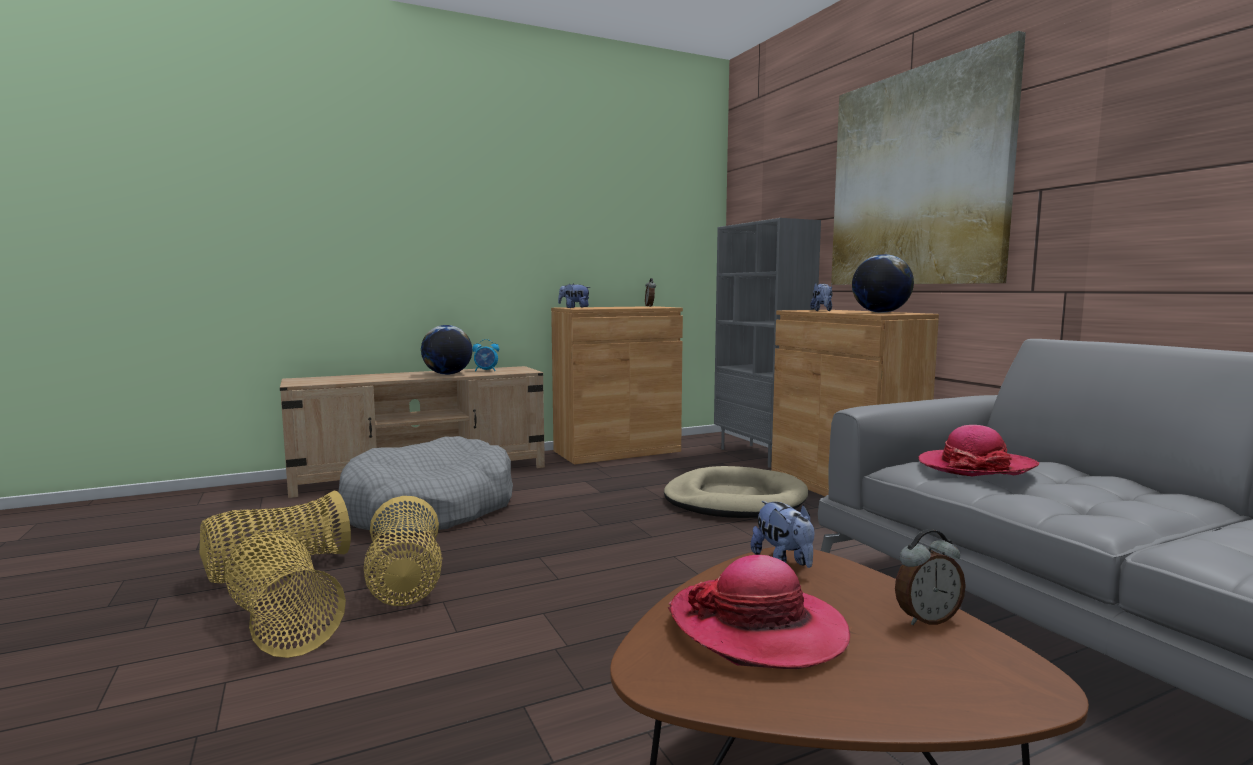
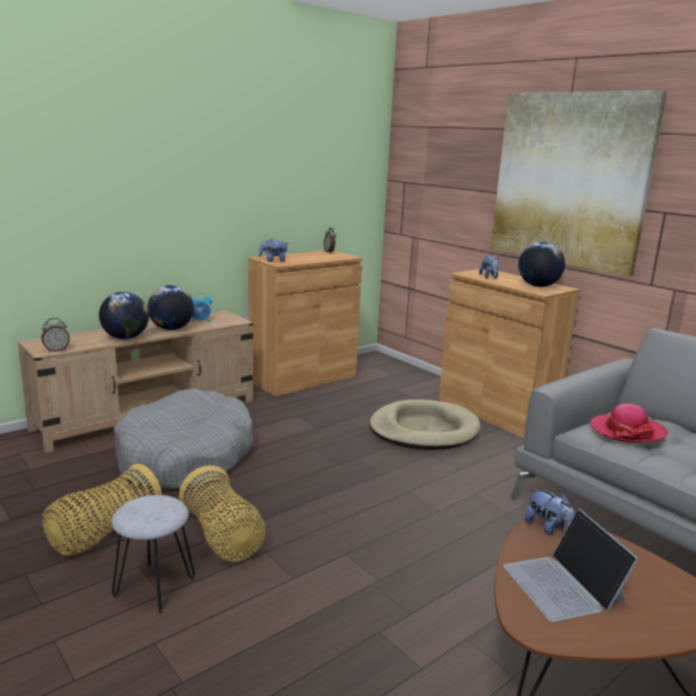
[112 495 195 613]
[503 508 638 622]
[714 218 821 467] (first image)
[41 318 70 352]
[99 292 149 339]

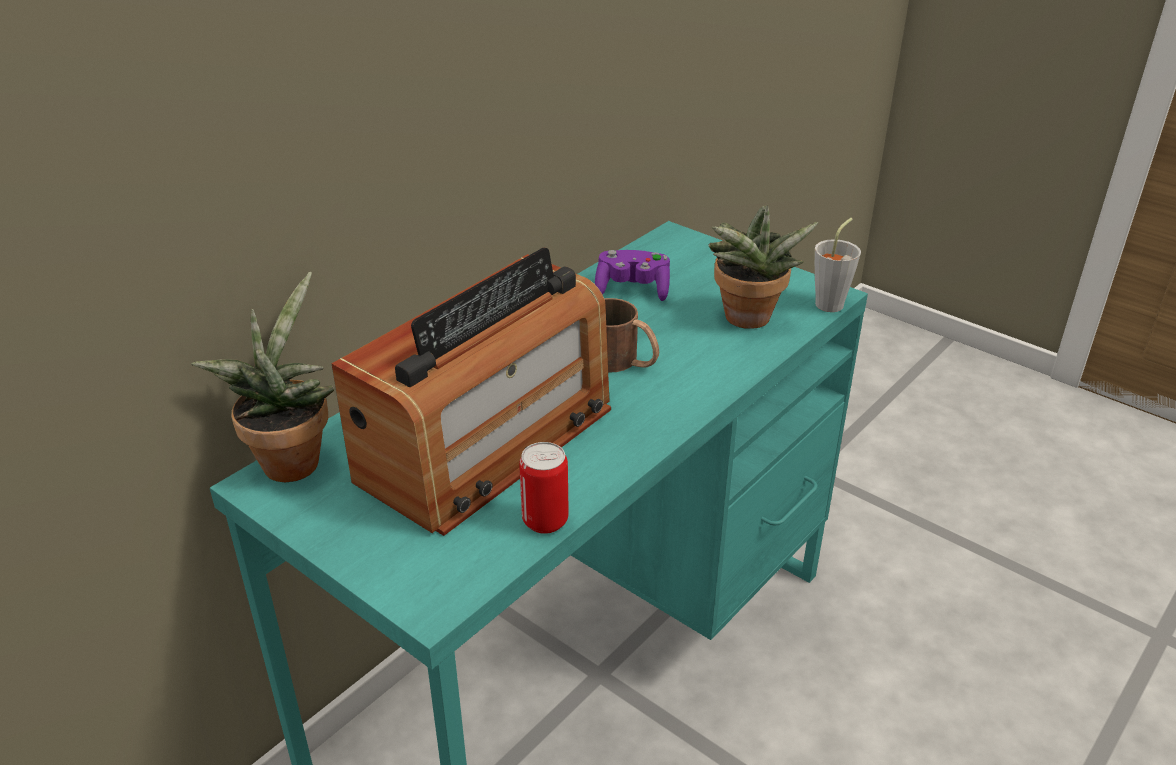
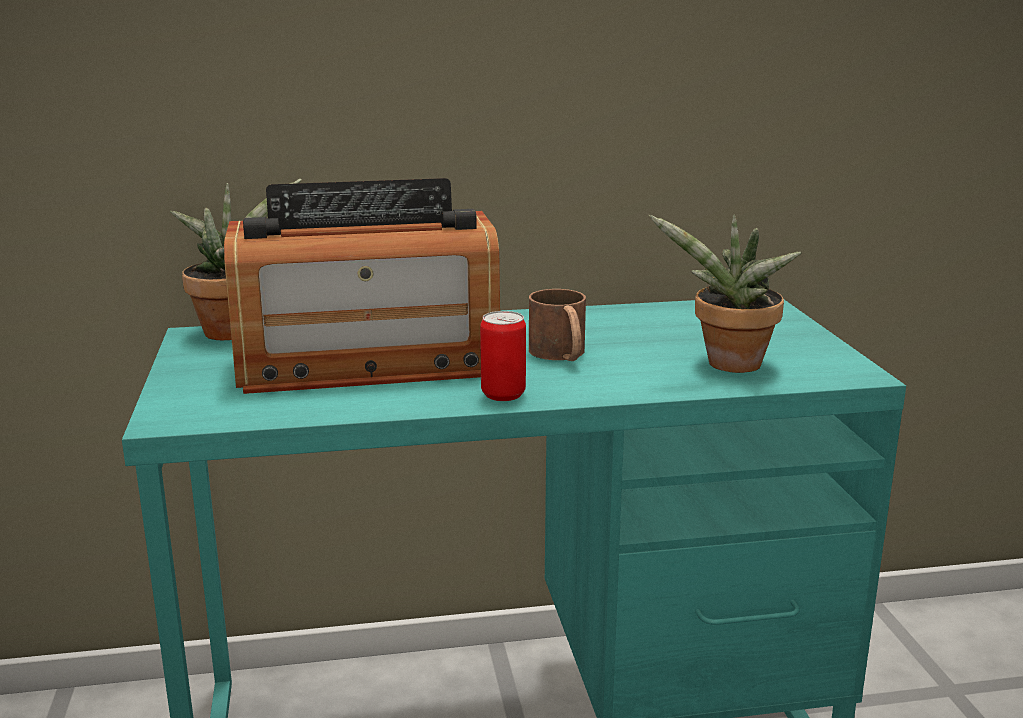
[480 311 526 401]
[595 250 670 301] (first image)
[814 218 861 312] (first image)

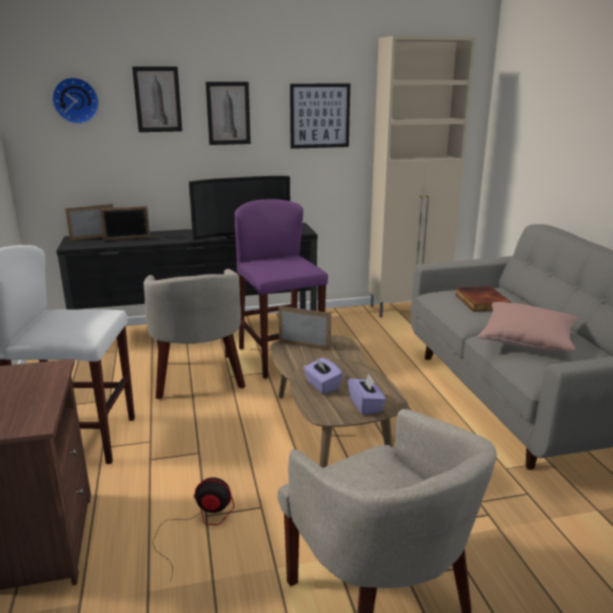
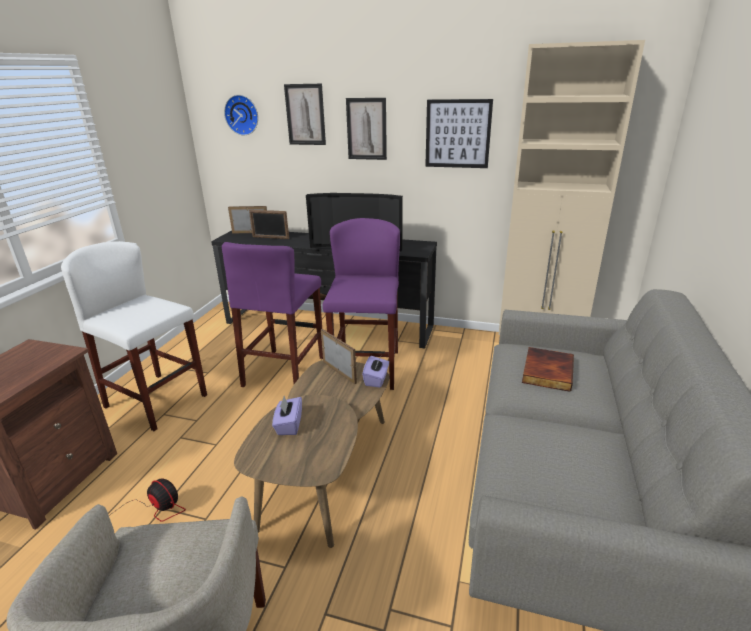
[222 242 323 387]
[362 356 389 388]
[478 302 579 352] (first image)

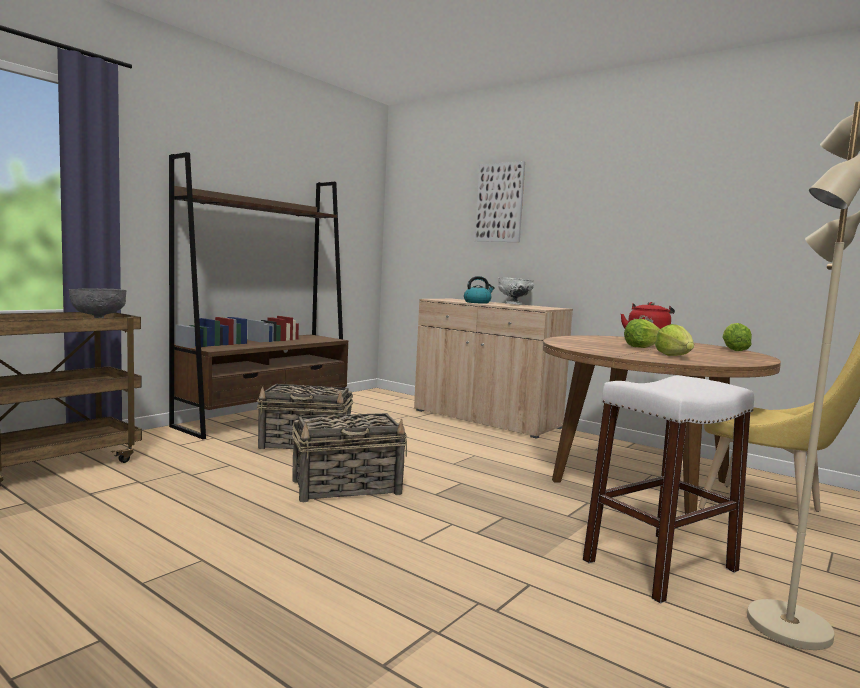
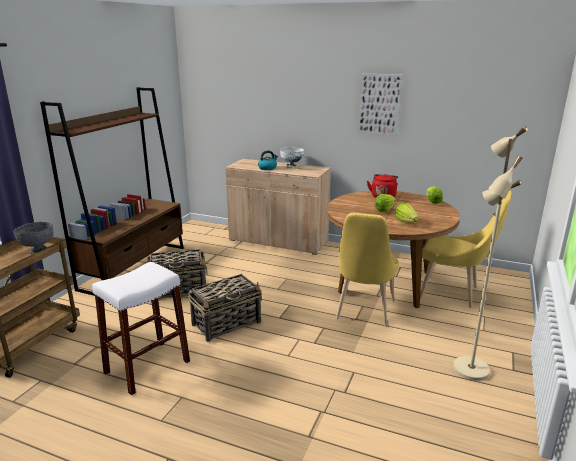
[359 73 402 136]
[92 262 190 396]
[336 213 399 327]

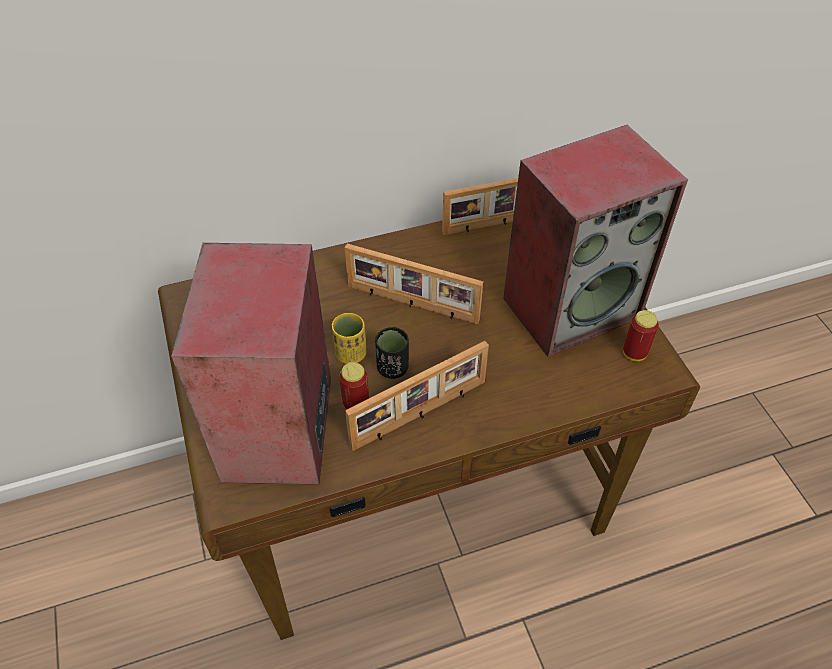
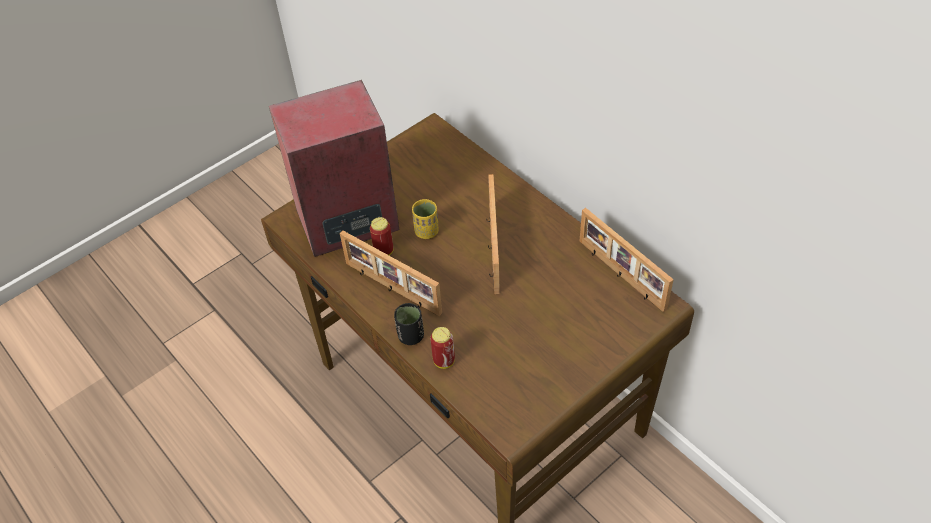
[394 303 424 345]
[503 125 688 357] (first image)
[430 327 455 369]

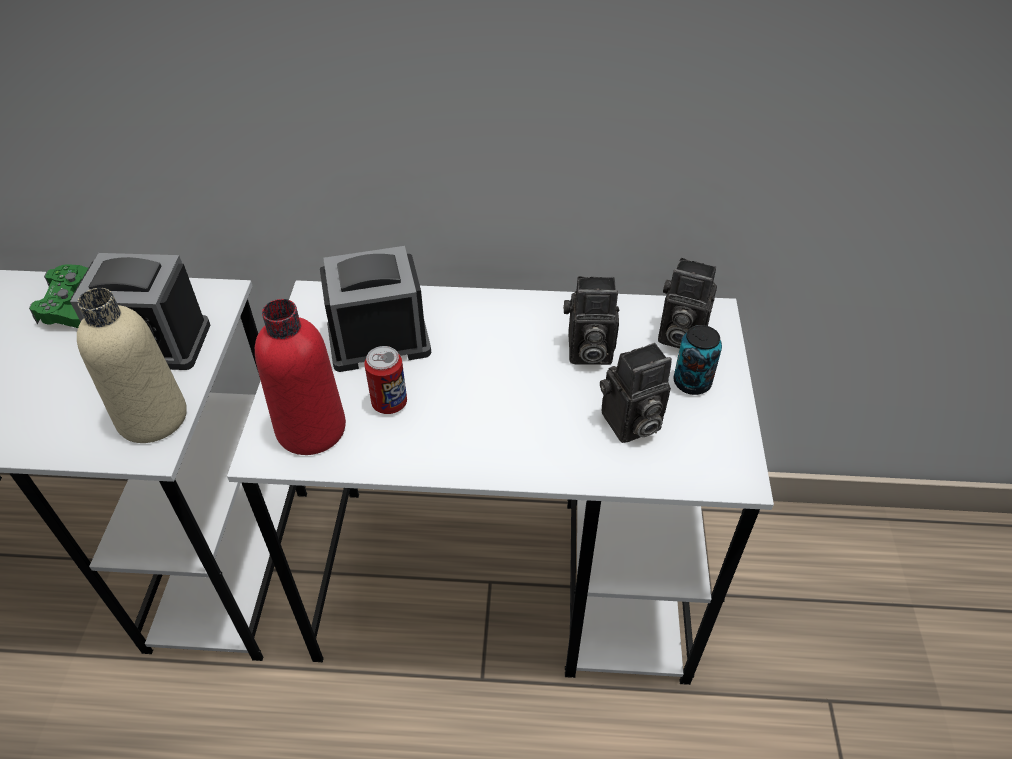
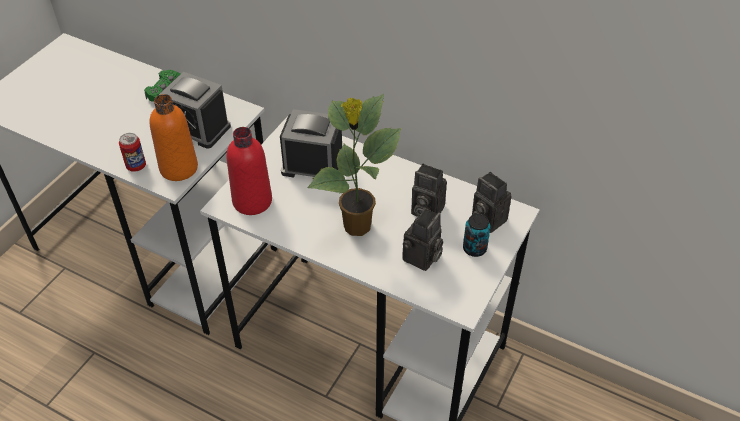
[150 94 198 181]
[119 133 146 172]
[402 208 443 271]
[307 94 401 236]

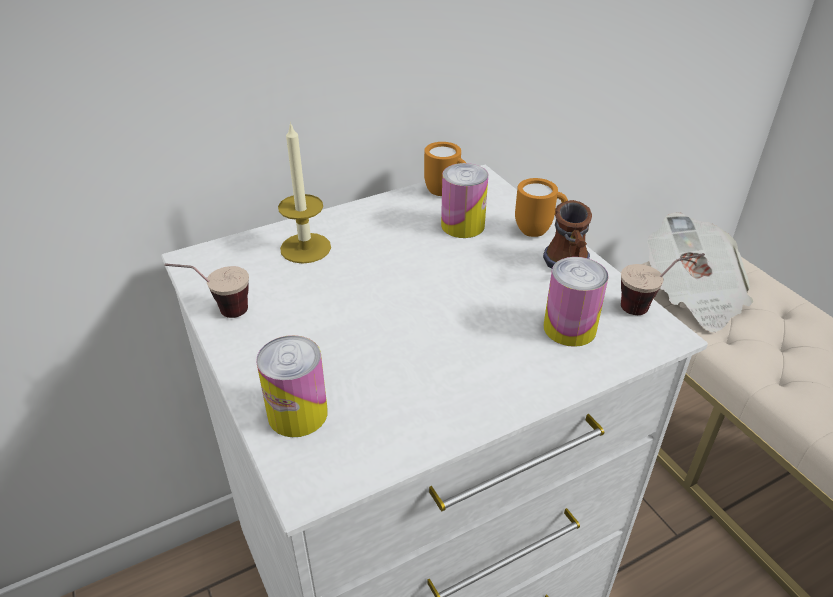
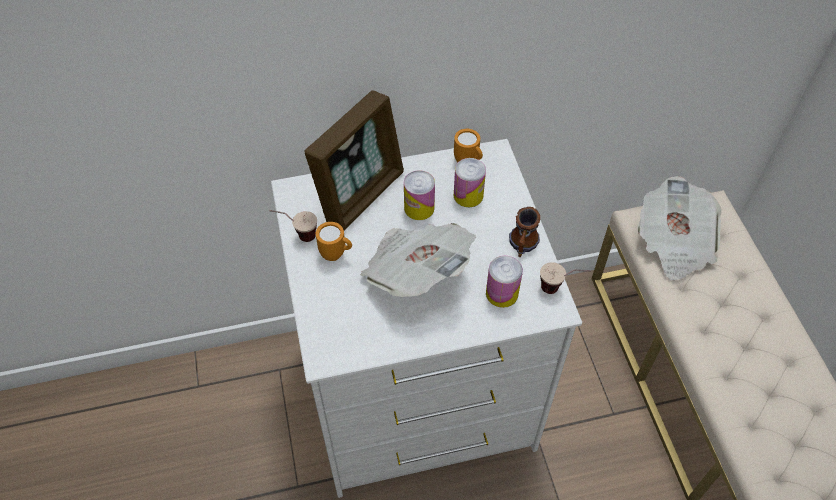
[404 170 435 220]
[304 90 404 231]
[316 222 352 261]
[360 223 476 297]

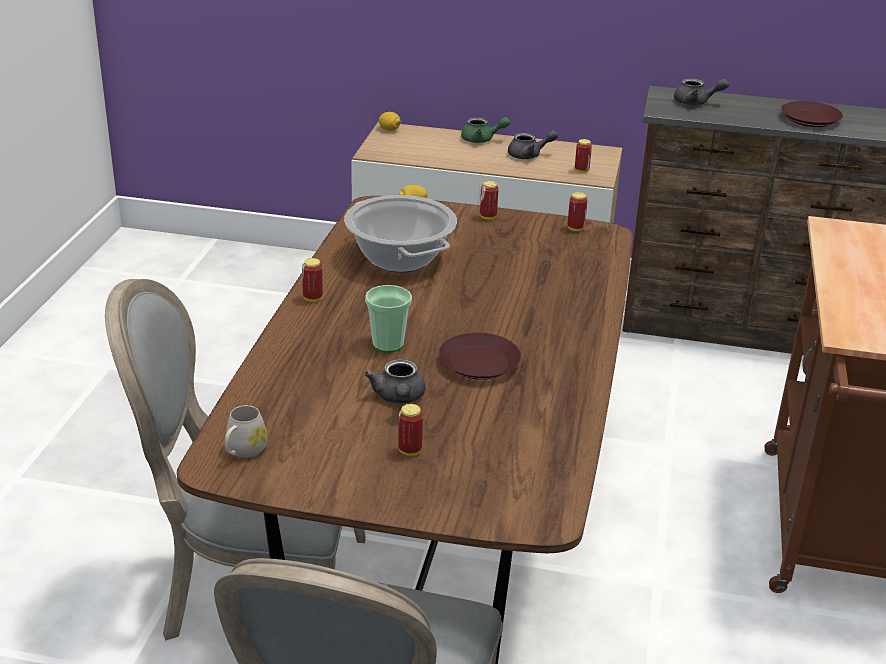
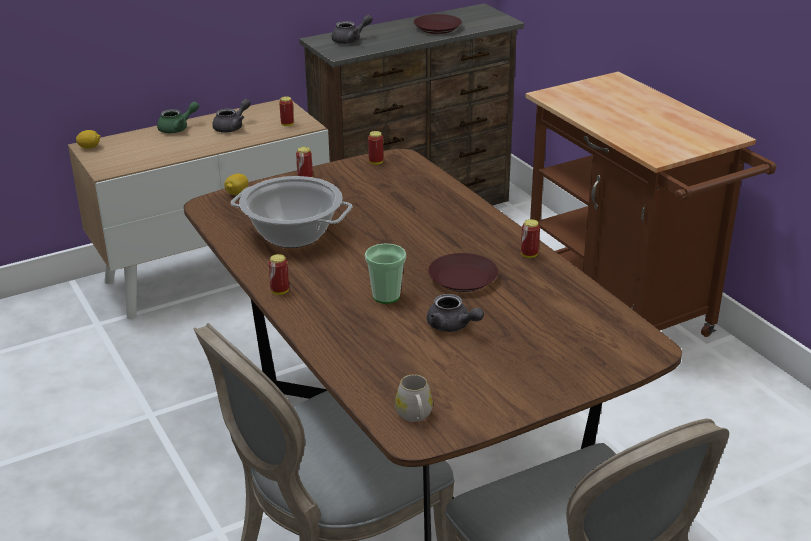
[521 219 540 258]

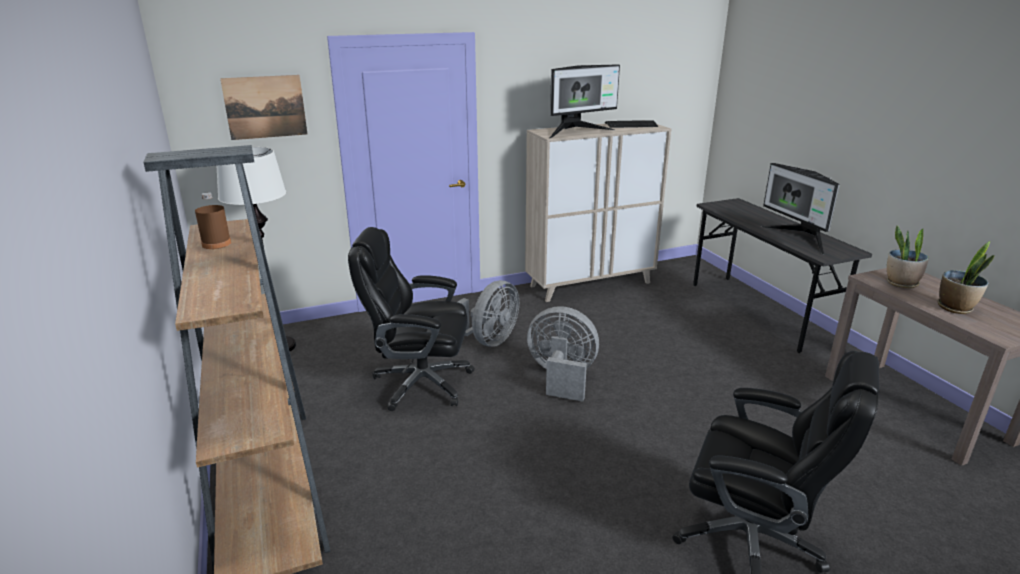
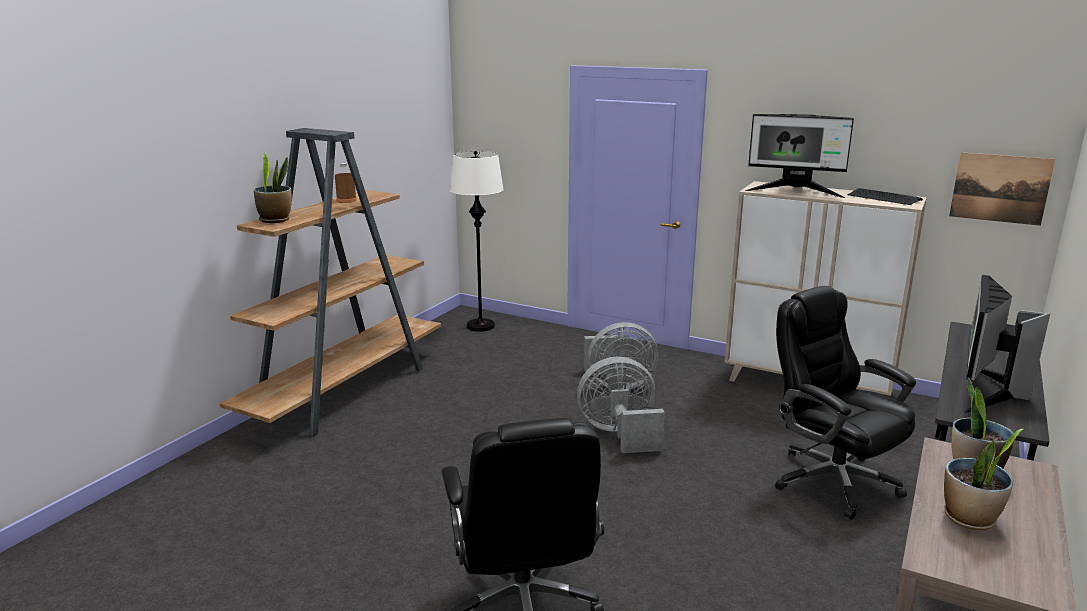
[949 152 1055 226]
[775 286 916 520]
[577 357 665 453]
[254 152 292 223]

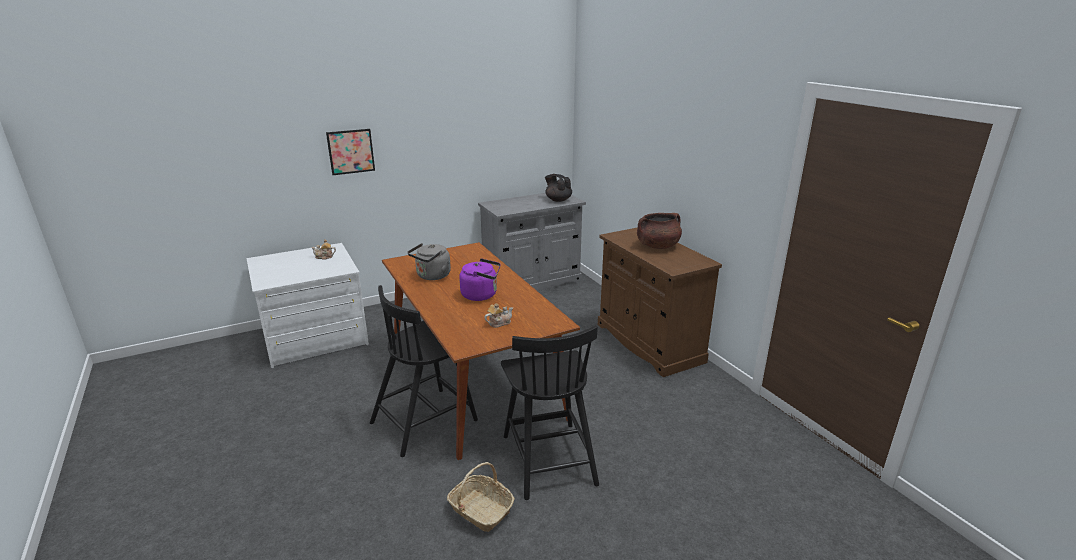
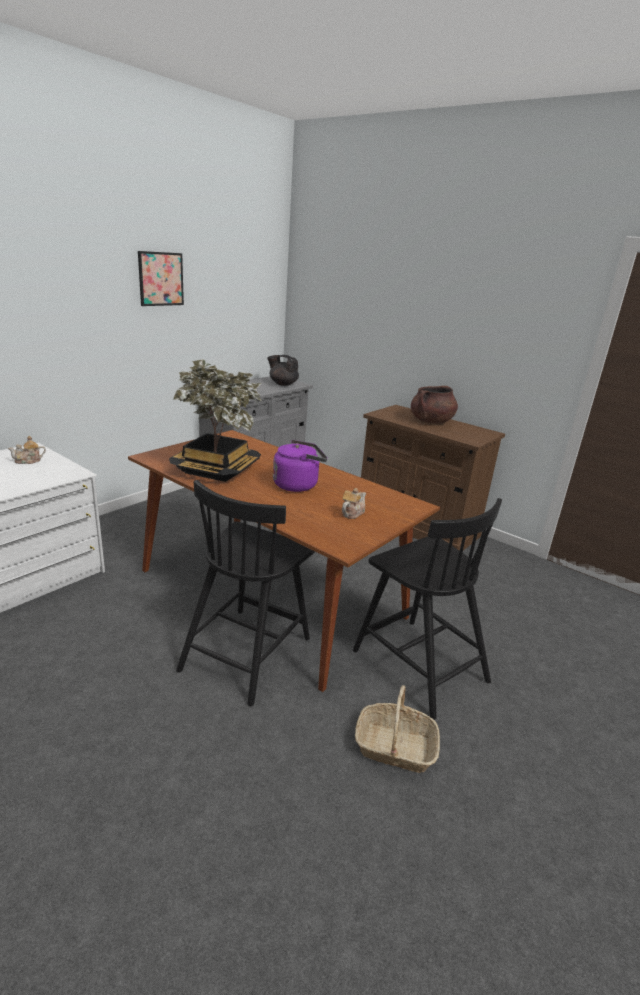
[138 251 184 306]
[169 359 262 482]

